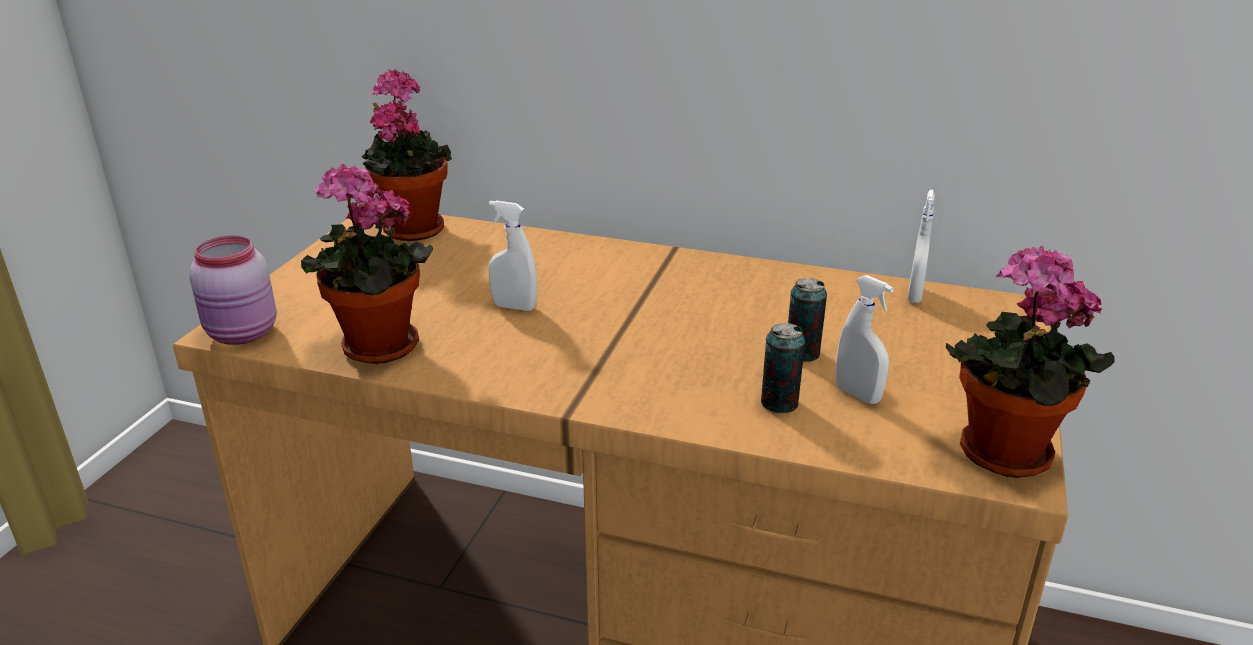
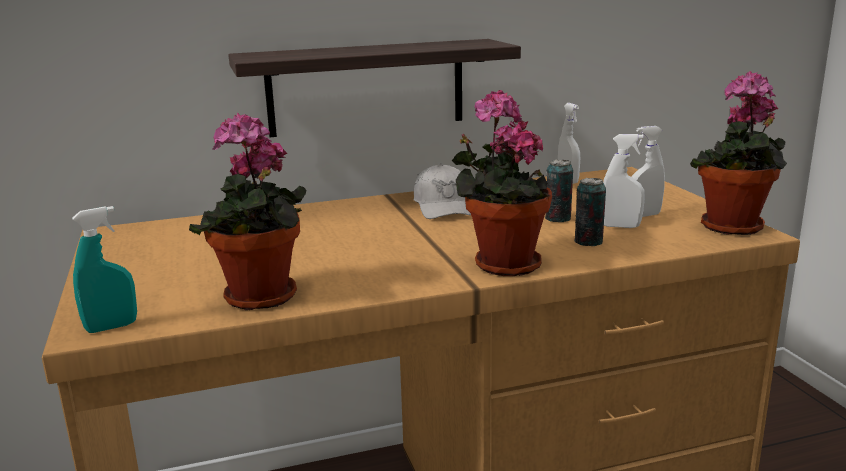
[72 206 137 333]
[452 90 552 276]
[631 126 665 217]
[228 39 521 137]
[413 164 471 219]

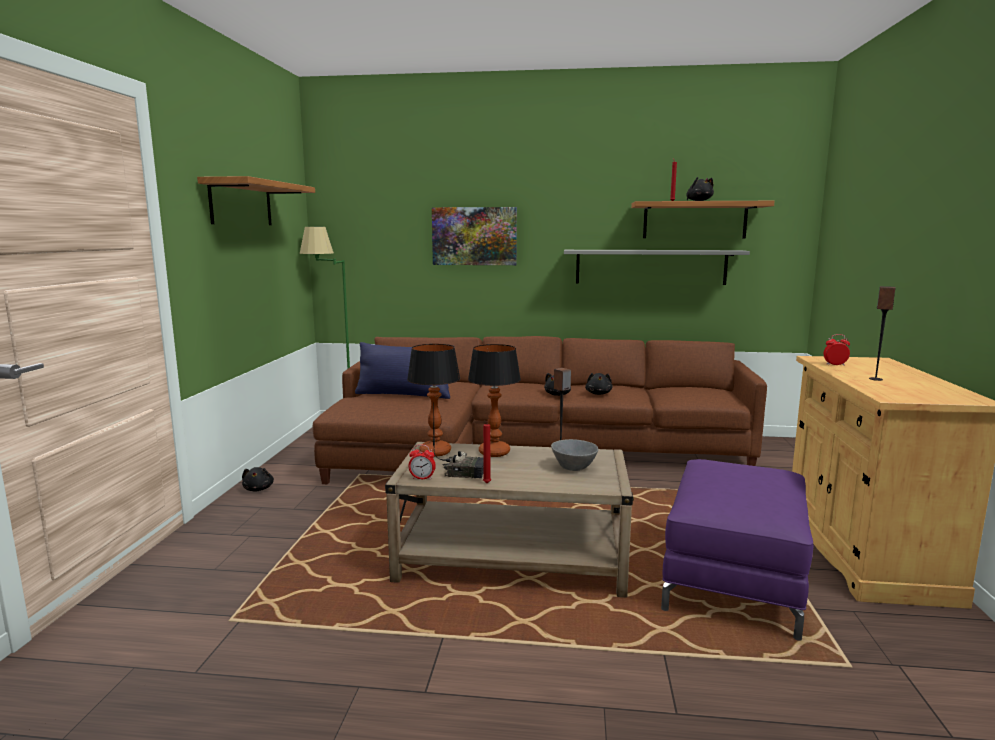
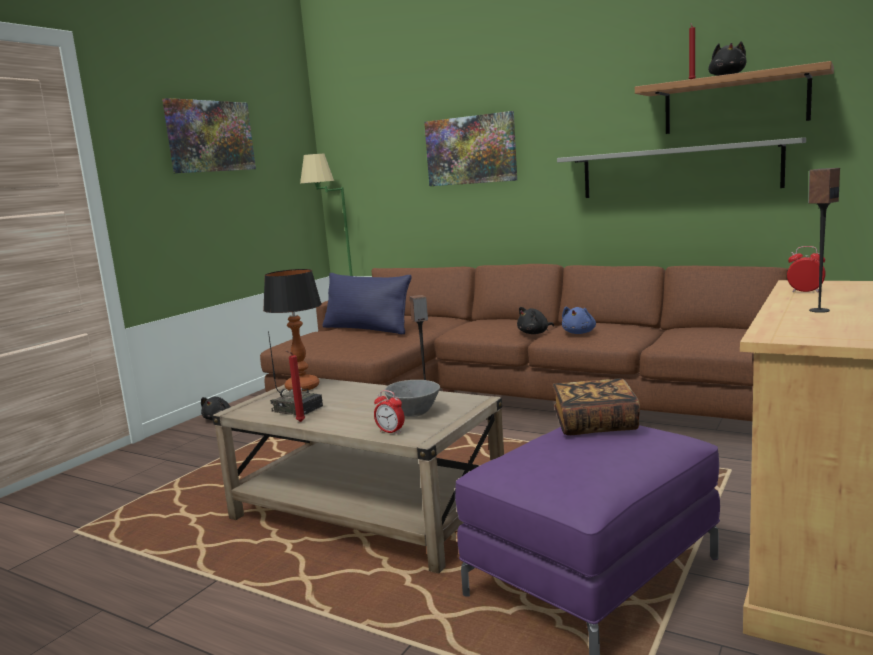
[162 98 256 173]
[374 390 405 434]
[468 344 521 457] (first image)
[562 307 596 334]
[553 378 640 435]

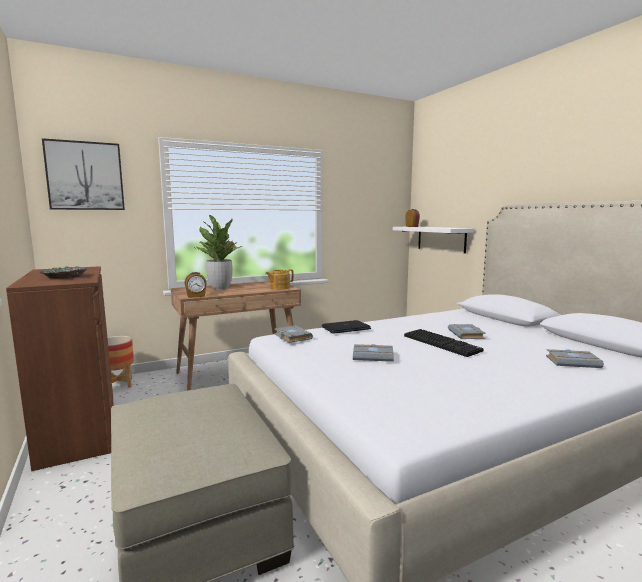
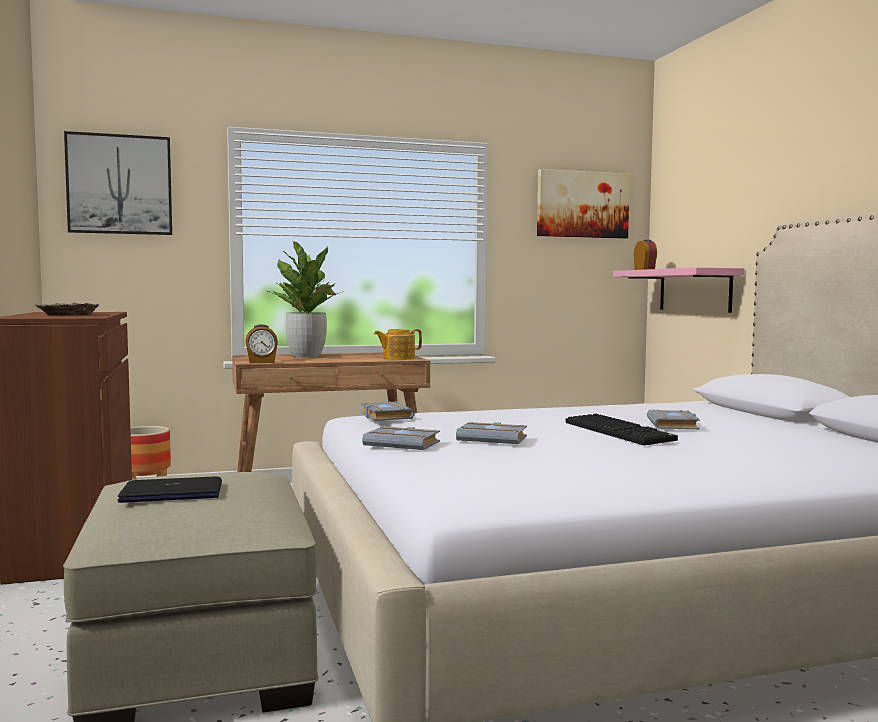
[118 476 222 503]
[613 267 744 313]
[362 426 440 450]
[537 169 630 239]

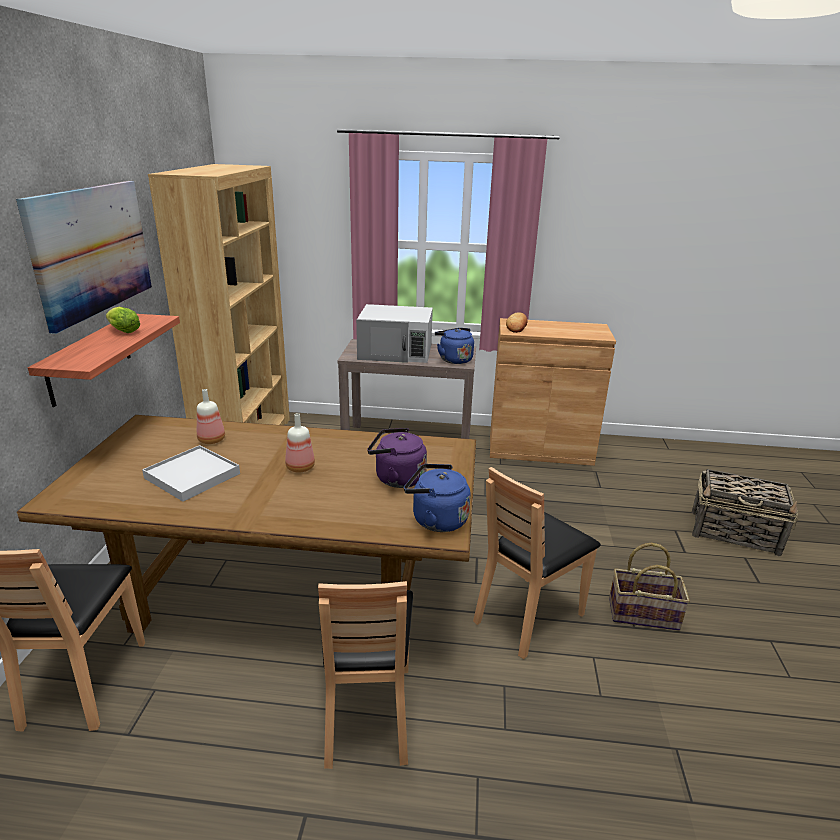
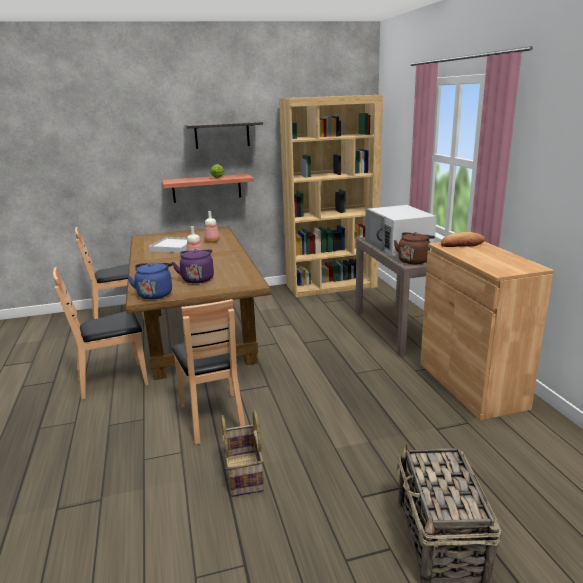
[185 121 263 149]
[394 232 435 264]
[171 299 245 445]

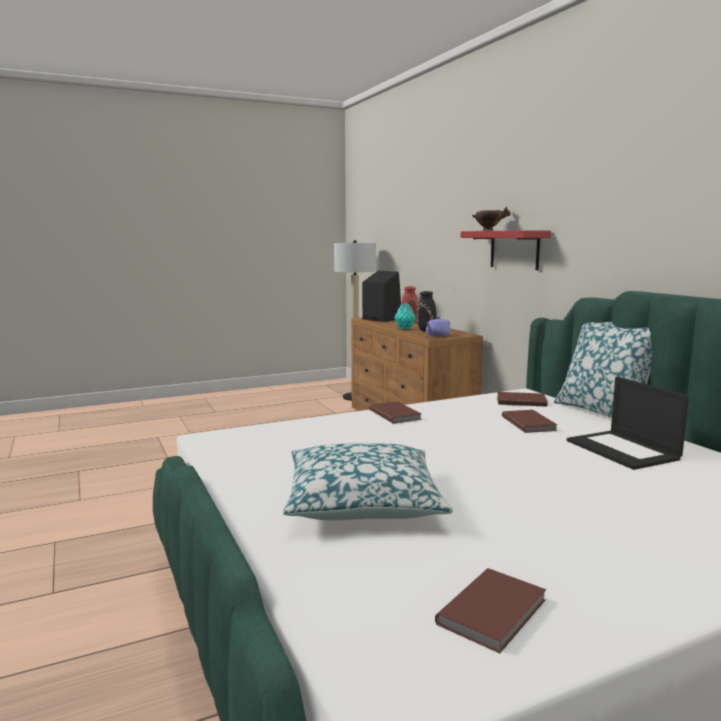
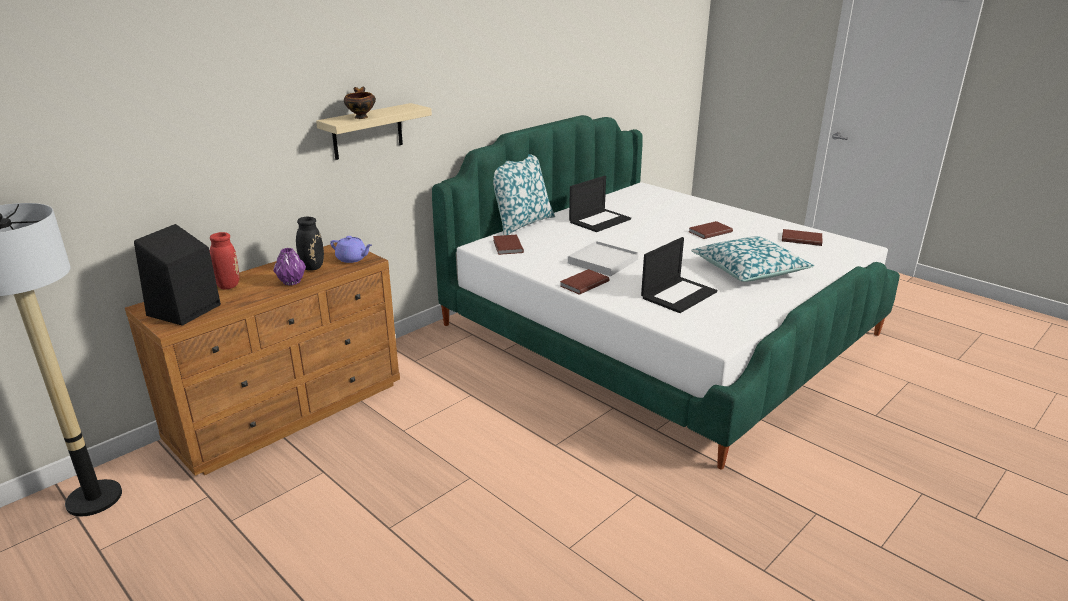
[273 248 306 286]
[316 103 432 160]
[689 221 733 239]
[568 241 638 276]
[641 237 717 313]

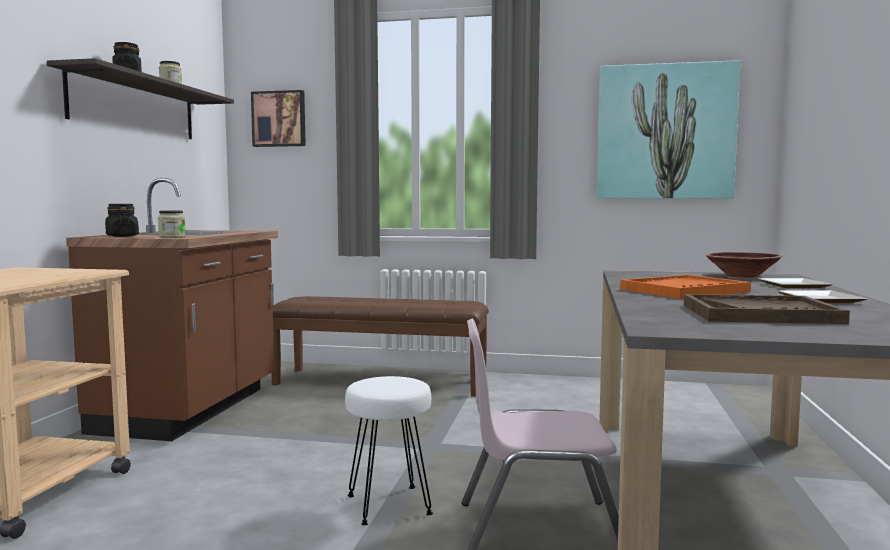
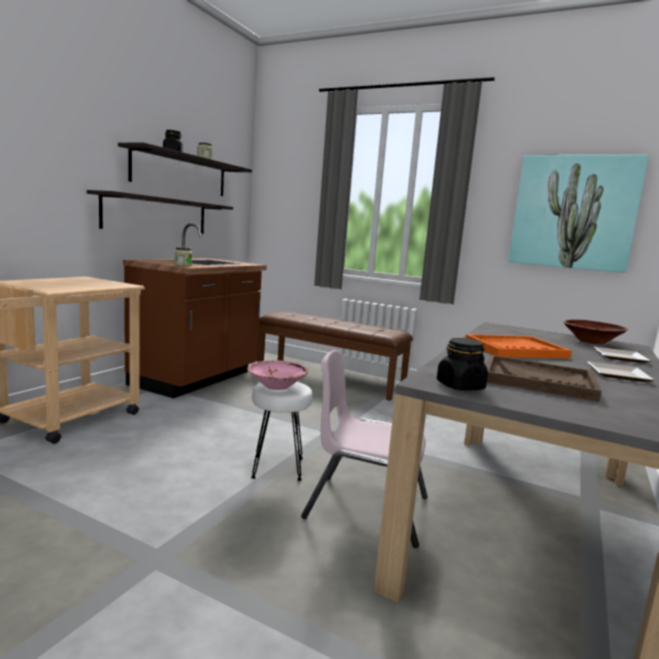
[437 338 488 391]
[251 90 306 147] (first image)
[87 190 233 234]
[247 360 308 390]

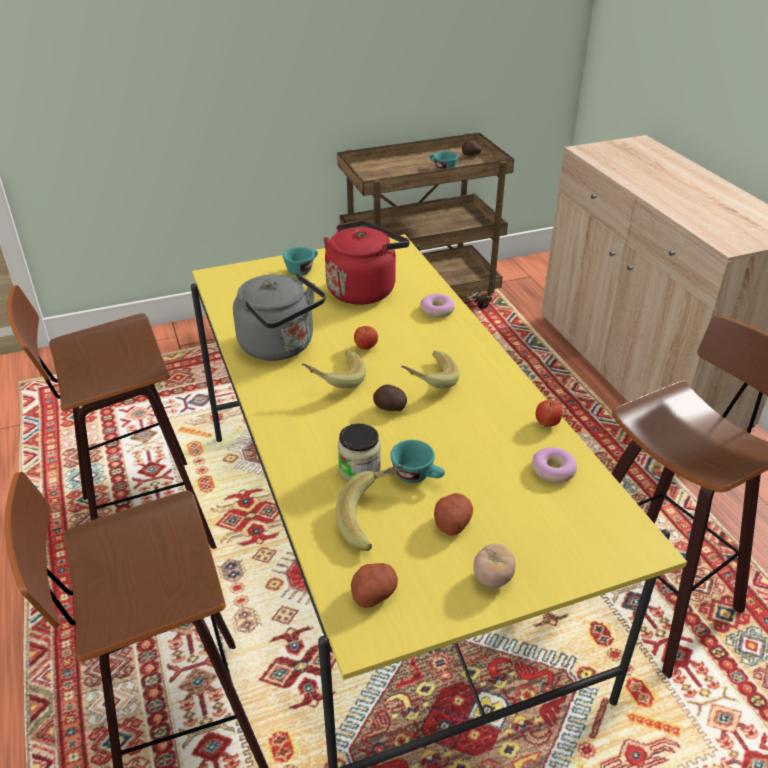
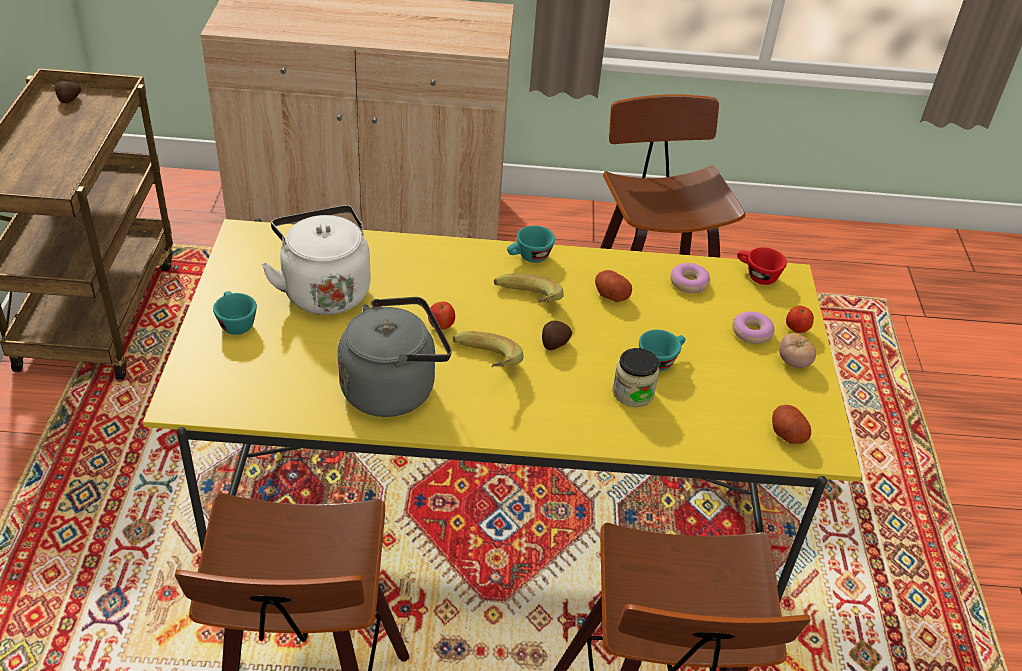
[261 205 371 315]
[335 465 404 551] (first image)
[733 311 774 344]
[507 225 555 263]
[595 270 632 302]
[786 306 814 333]
[737 247 787 285]

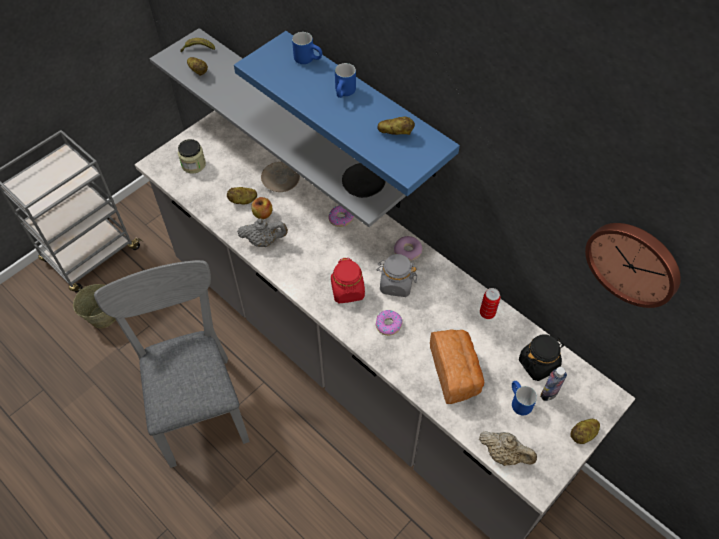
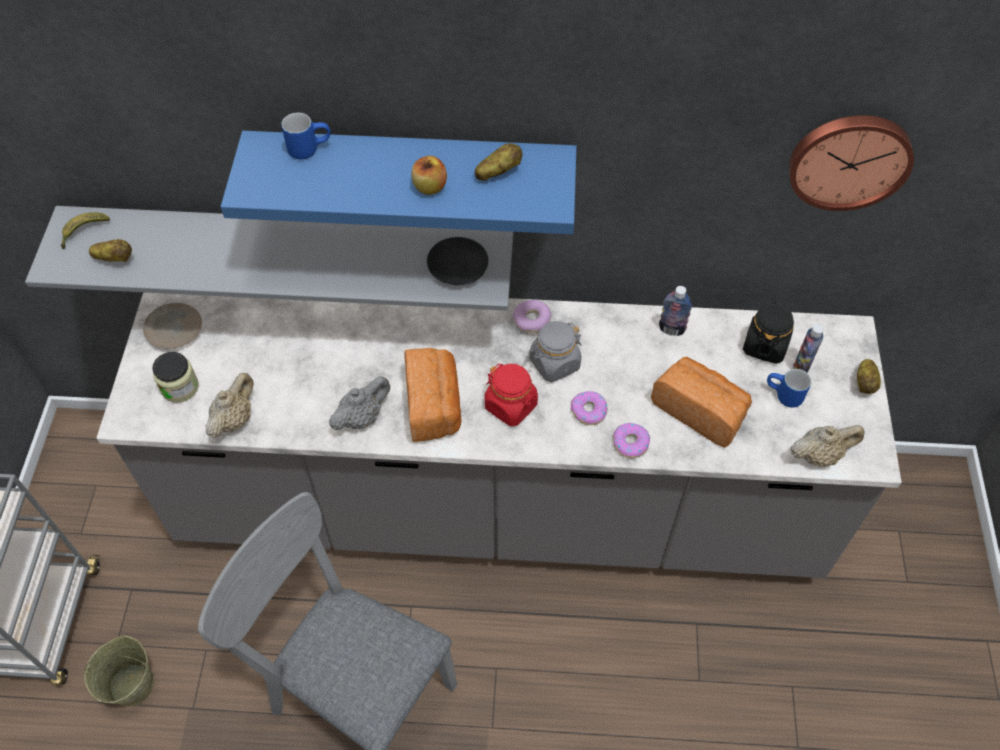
[227 187 257 205] (first image)
[411 156 447 195]
[143 303 202 348]
[614 423 650 458]
[335 63 356 98] (first image)
[659 286 692 336]
[206 373 254 438]
[404 348 461 442]

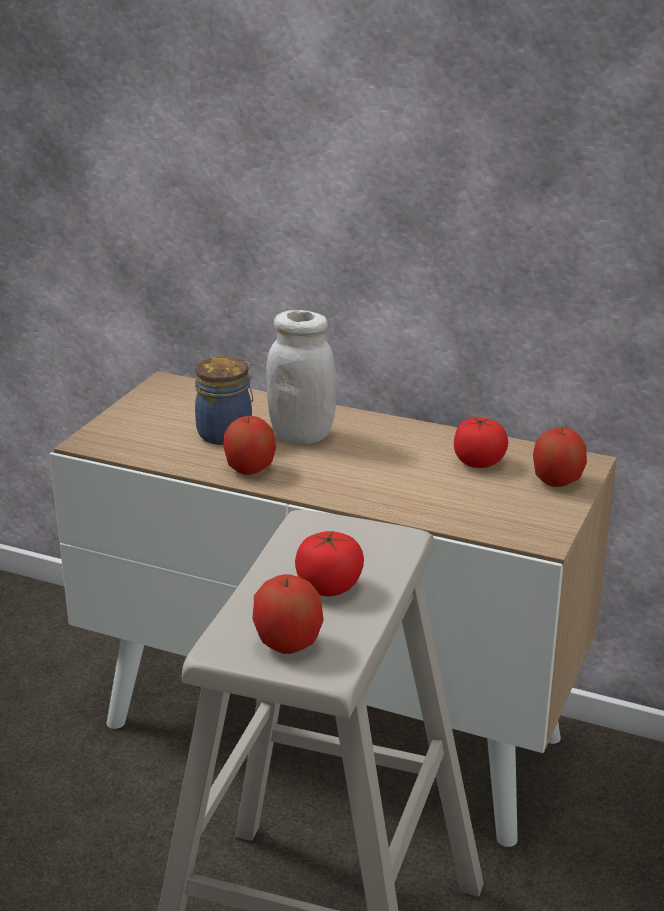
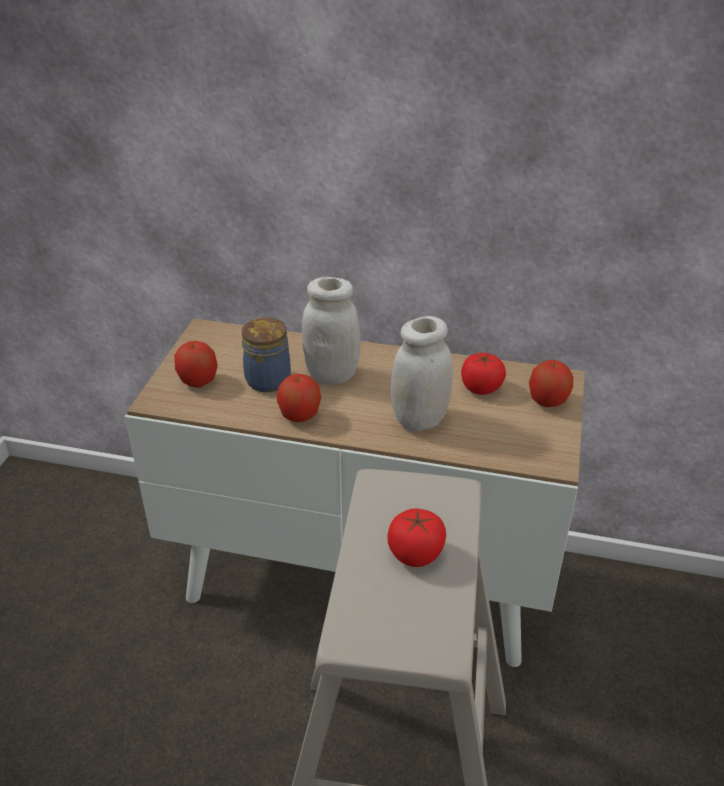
[174 341 218 388]
[391 316 453 431]

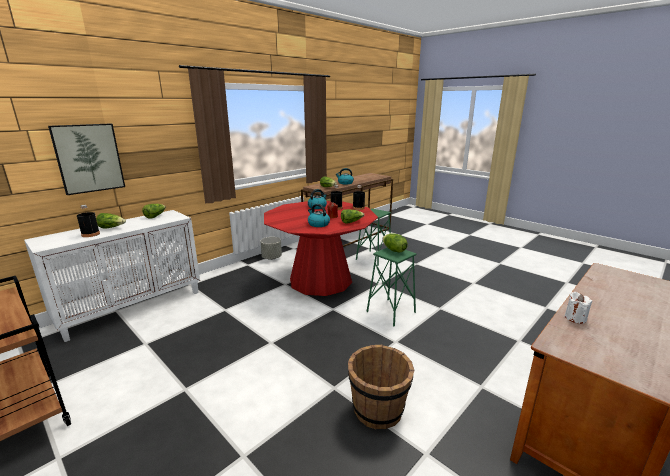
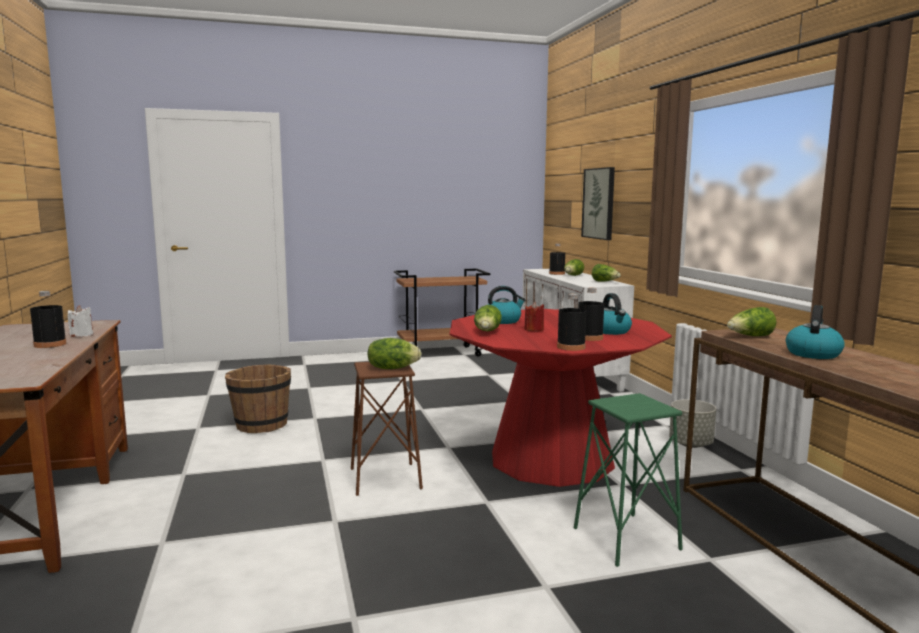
[351 362 423 496]
[30 291 67 348]

